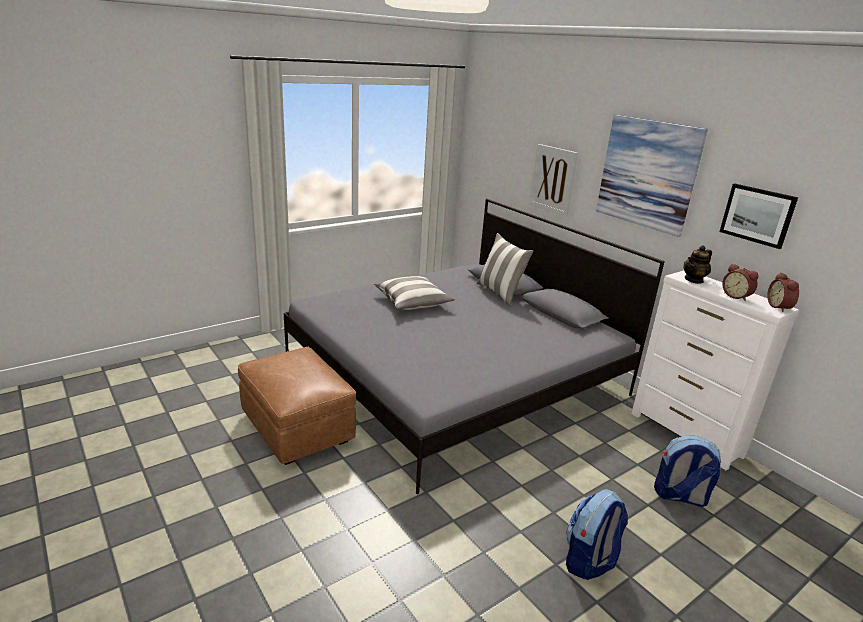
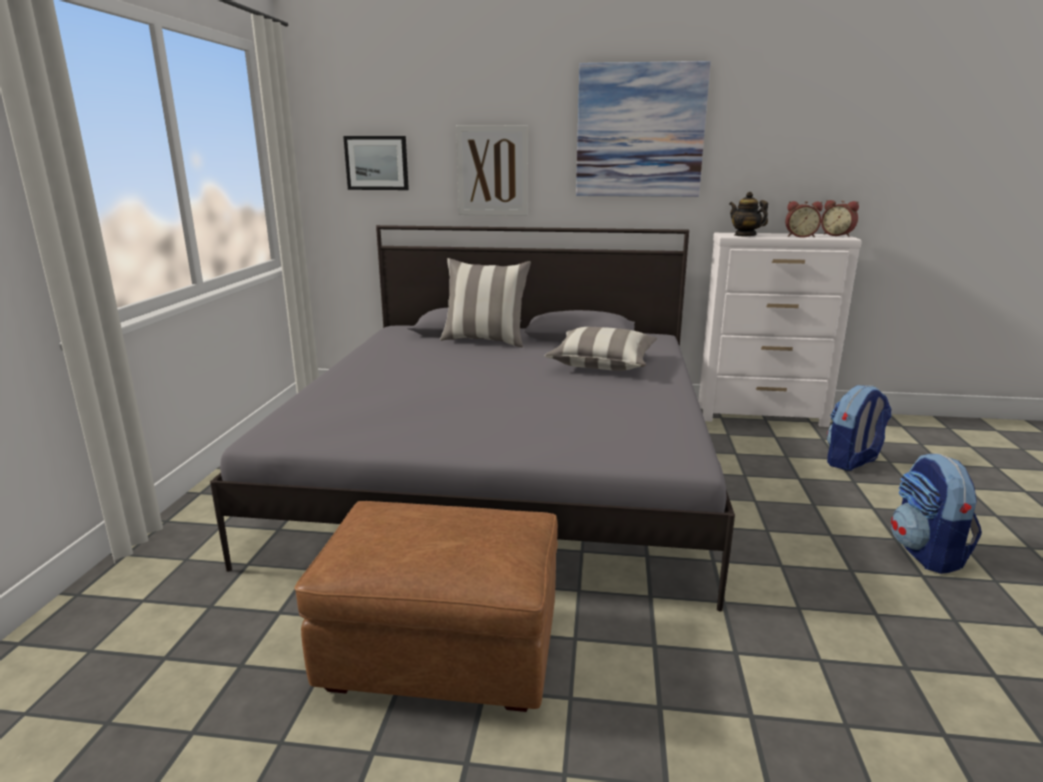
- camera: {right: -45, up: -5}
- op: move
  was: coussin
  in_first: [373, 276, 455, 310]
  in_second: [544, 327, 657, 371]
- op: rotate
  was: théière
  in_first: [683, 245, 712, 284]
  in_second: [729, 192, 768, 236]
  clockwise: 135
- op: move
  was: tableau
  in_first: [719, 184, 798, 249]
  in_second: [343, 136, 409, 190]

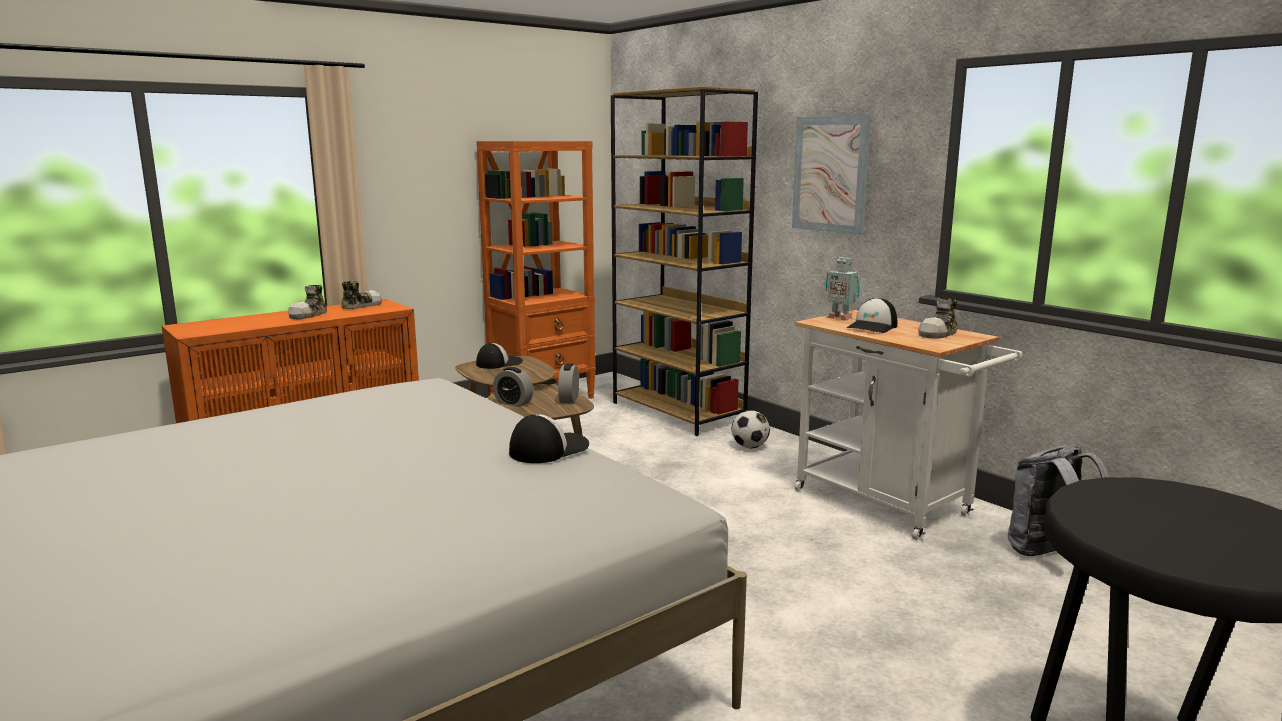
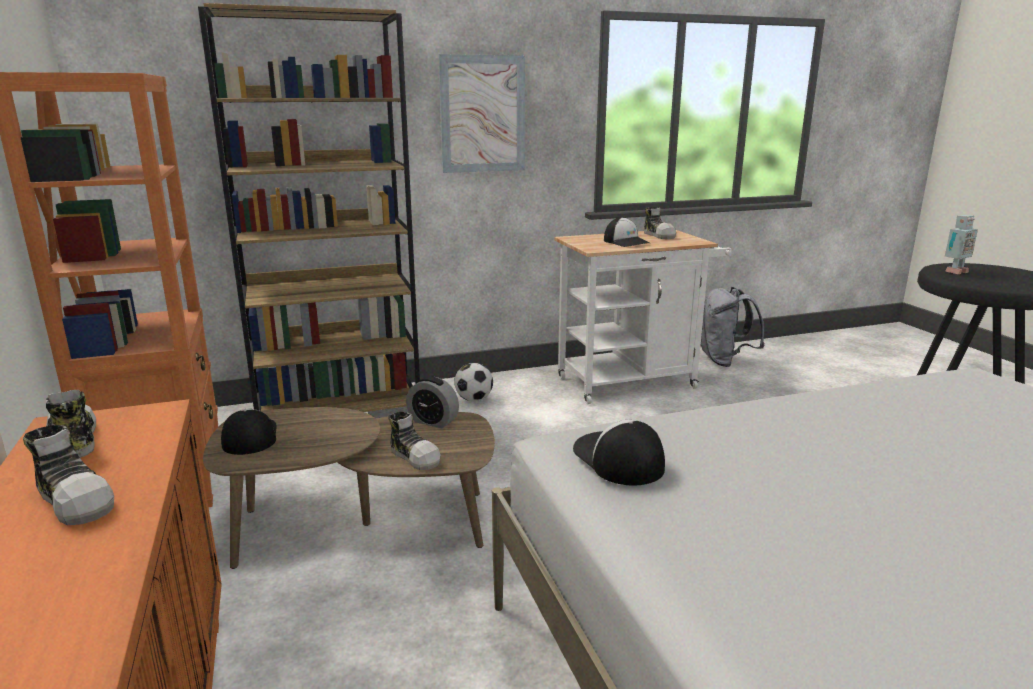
- camera: {right: -70, up: 5}
- op: replace
  was: réveil
  now: chaussure
  in_first: [493, 367, 533, 407]
  in_second: [388, 412, 441, 470]
- op: move
  was: casquette
  in_first: [509, 414, 589, 463]
  in_second: [573, 420, 665, 485]
- op: move
  was: robot jouet
  in_first: [826, 257, 860, 321]
  in_second: [945, 215, 978, 274]

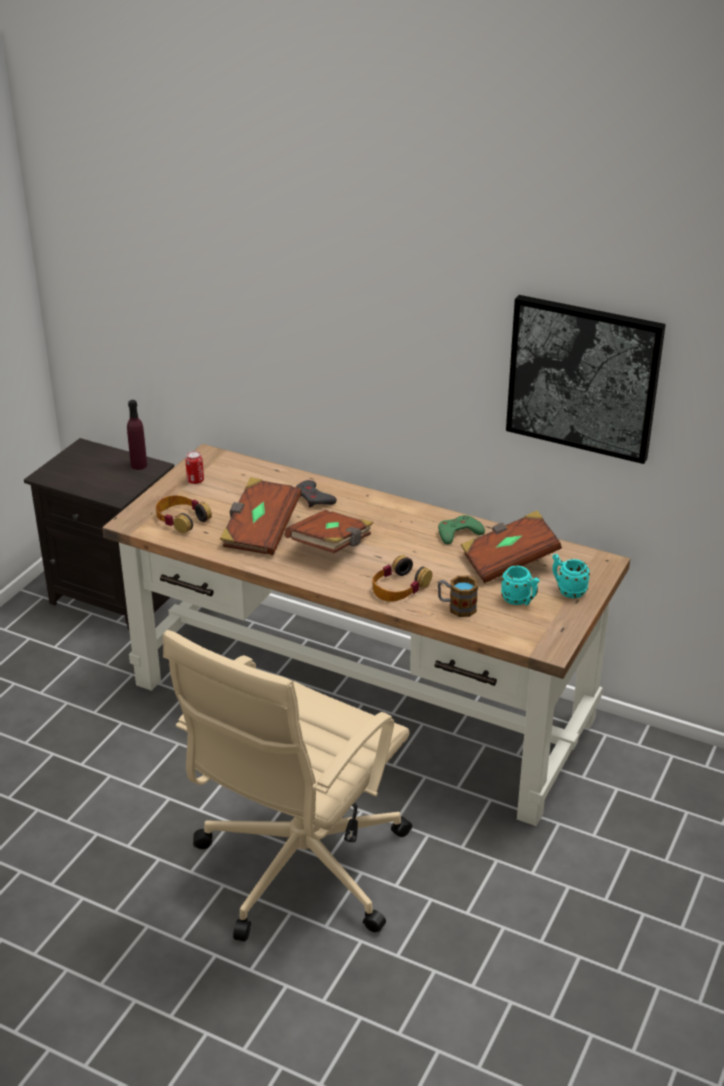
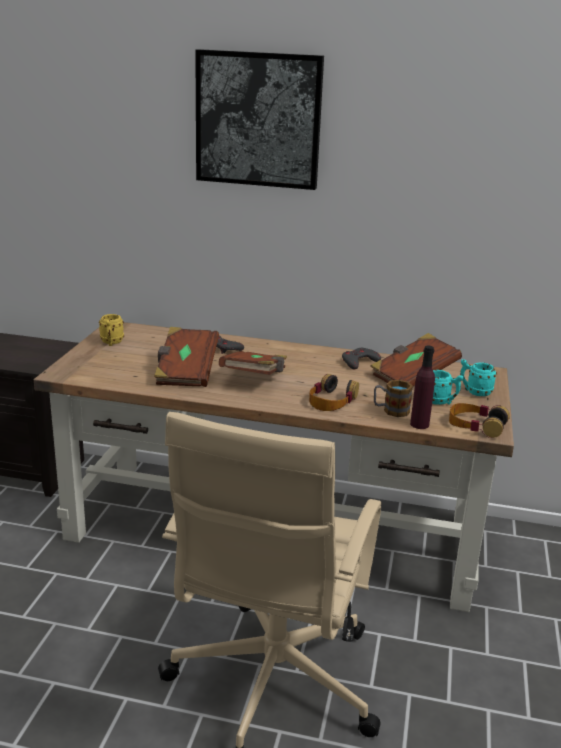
- camera: {right: -15, up: -10}
- op: move
  was: bouteille [violet]
  in_first: [127, 400, 147, 470]
  in_second: [410, 346, 435, 429]
- op: move
  was: casque audio
  in_first: [156, 495, 212, 533]
  in_second: [449, 403, 510, 438]
- op: replace
  was: boîte métallique
  now: mug [jaune]
  in_first: [185, 451, 204, 484]
  in_second: [99, 314, 124, 346]
- op: recolor
  was: manette [vert]
  now: manette [gris]
  in_first: [438, 515, 485, 545]
  in_second: [342, 348, 381, 370]
- op: move
  was: tableau
  in_first: [506, 295, 666, 464]
  in_second: [195, 49, 324, 190]

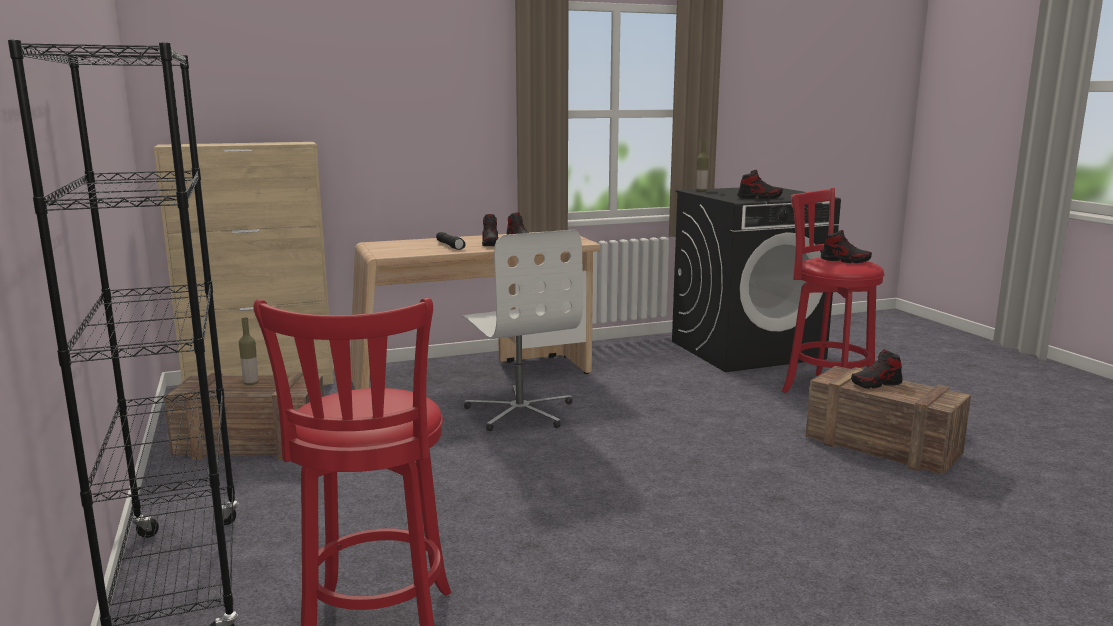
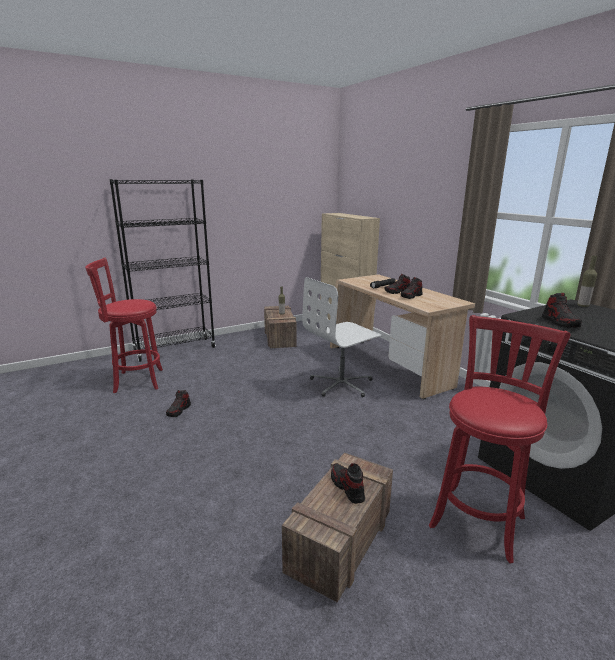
- camera: {right: 80, up: 5}
- op: move
  was: chaussure
  in_first: [821, 230, 872, 263]
  in_second: [166, 390, 191, 417]

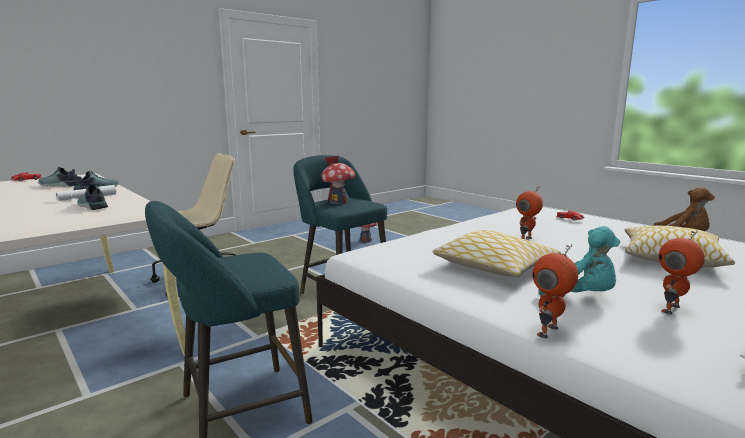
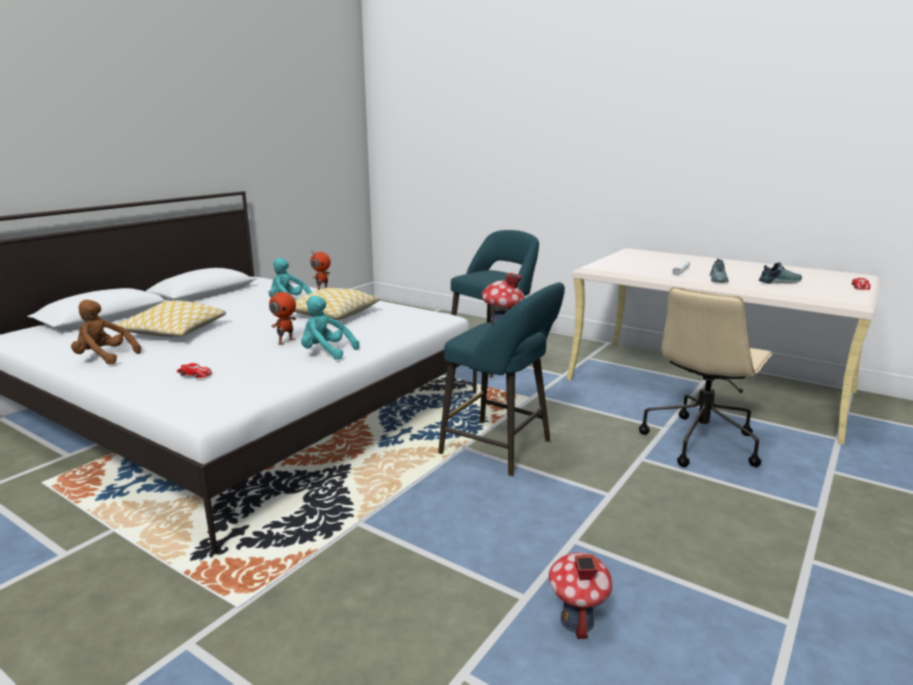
- camera: {right: 165, up: 5}
- op: delete
  was: chaussure
  in_first: [77, 183, 108, 210]
- op: delete
  was: robot jouet
  in_first: [659, 230, 705, 314]
- op: insert
  now: peluche [turquoise]
  in_second: [301, 296, 359, 360]

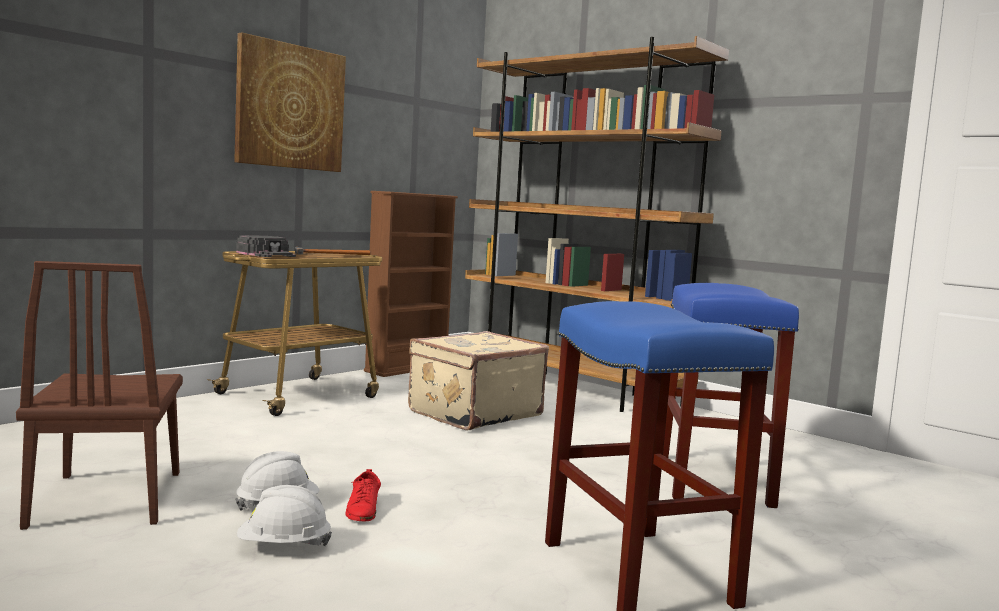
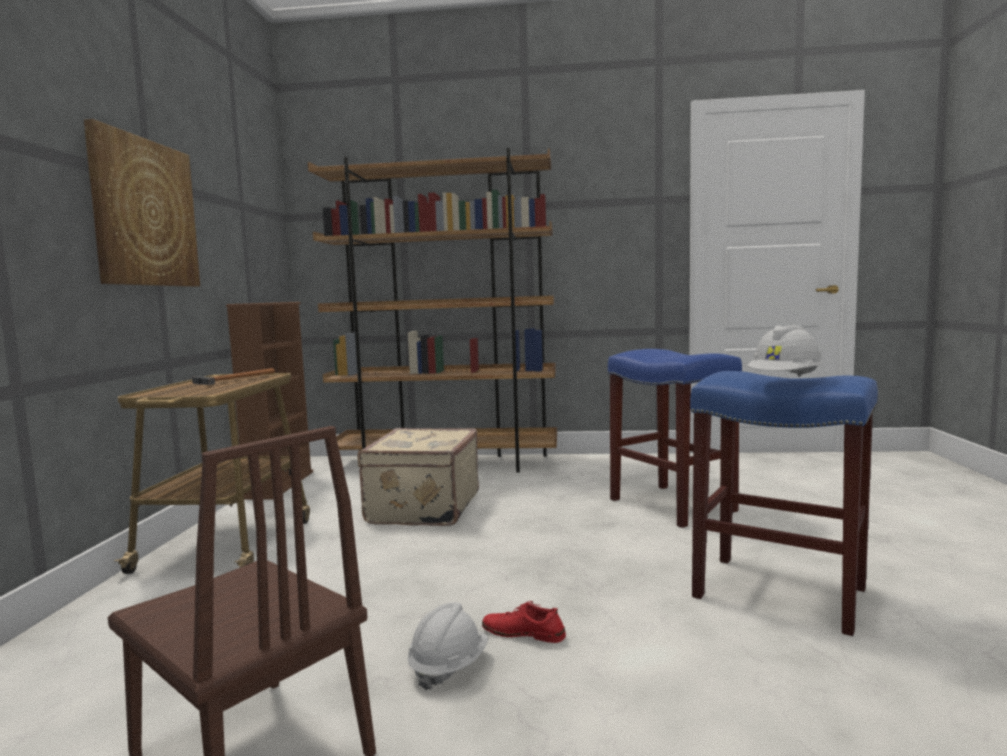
- camera: {right: -35, up: 0}
- op: delete
  was: casquette [noir]
  in_first: [236, 235, 296, 257]
- op: move
  was: casque de chantier [blanc]
  in_first: [237, 485, 332, 546]
  in_second: [747, 325, 823, 377]
- op: rotate
  was: chaussure [rouge]
  in_first: [345, 469, 381, 521]
  in_second: [482, 601, 566, 643]
  clockwise: 150

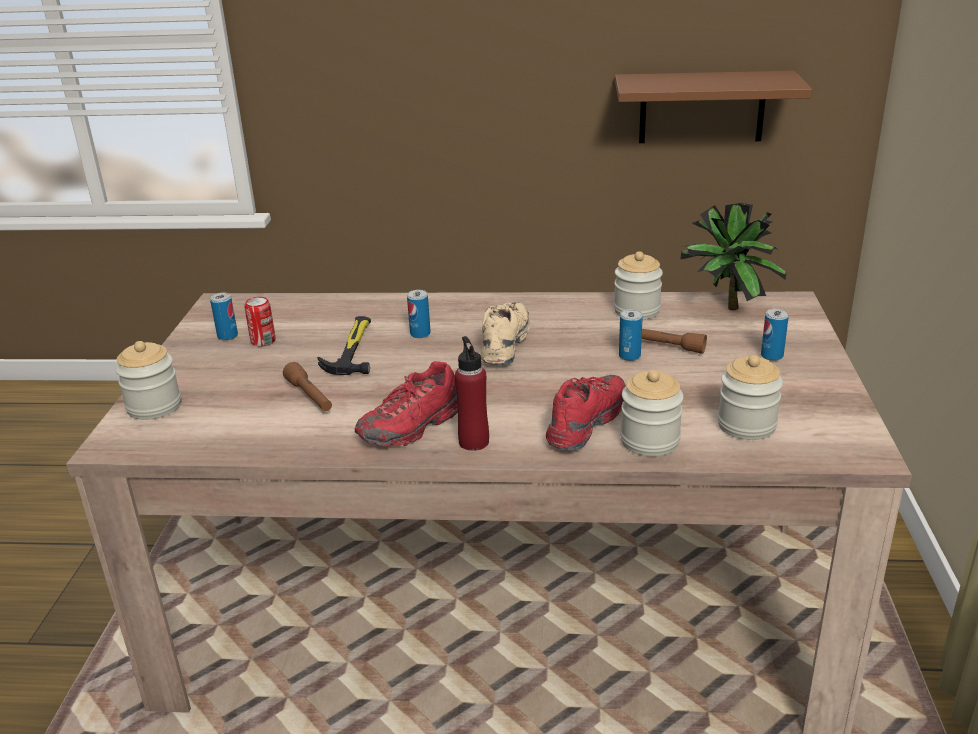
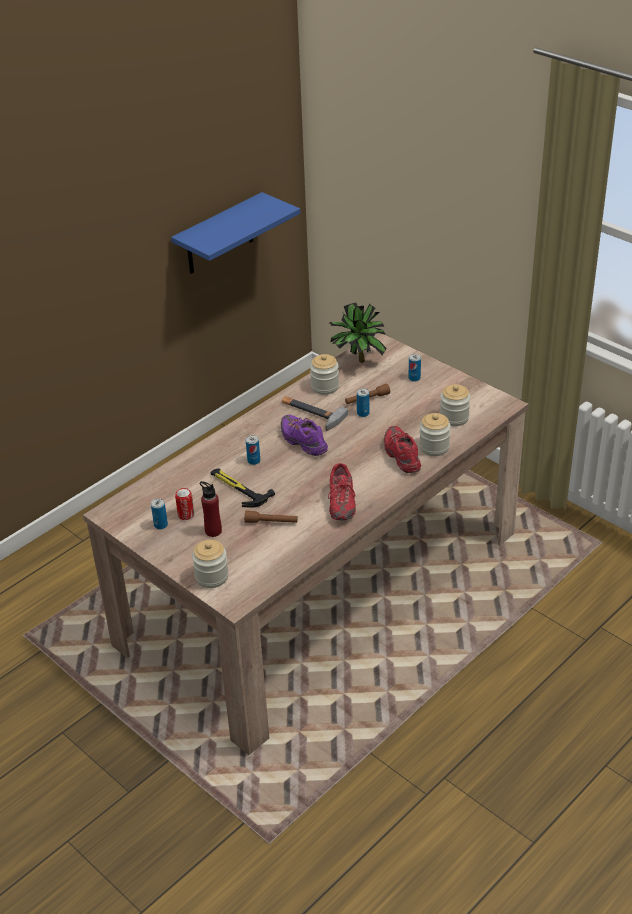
- camera: {right: -50, up: 10}
- op: move
  was: bouteille [rouge]
  in_first: [455, 336, 489, 451]
  in_second: [200, 481, 222, 537]
- op: recolor
  was: chaussure [beige]
  now: chaussure [violet]
  in_first: [480, 302, 530, 365]
  in_second: [281, 415, 328, 456]
- op: recolor
  was: étagère [marron]
  now: étagère [bleu]
  in_first: [615, 71, 812, 143]
  in_second: [171, 192, 300, 274]
- op: insert
  now: marteau
  in_second: [282, 396, 348, 431]

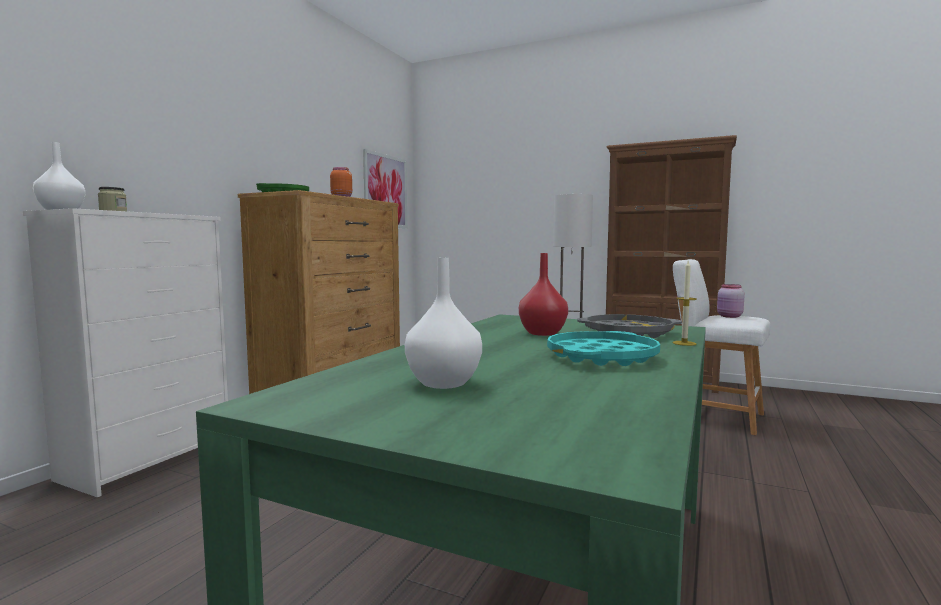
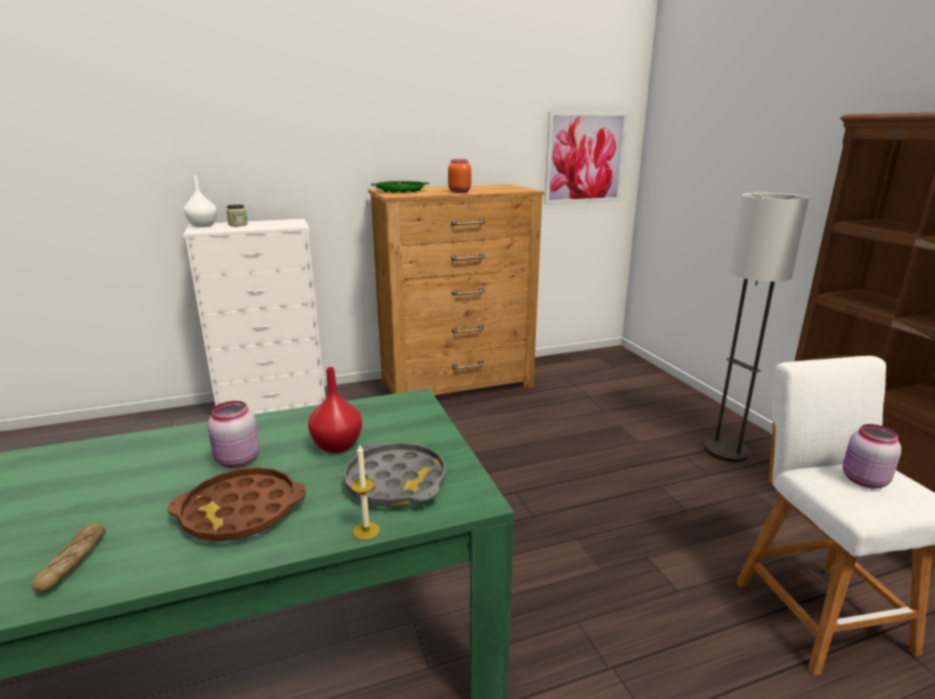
- camera: {right: 45, up: 15}
- op: delete
  was: vase [blanc]
  in_first: [405, 258, 482, 389]
- op: recolor
  was: plateau [turquoise]
  now: plateau [marron]
  in_first: [547, 331, 660, 366]
  in_second: [167, 467, 306, 541]
- op: insert
  now: pain
  in_second: [32, 524, 105, 593]
- op: insert
  now: bocal [rose]
  in_second: [208, 401, 260, 468]

